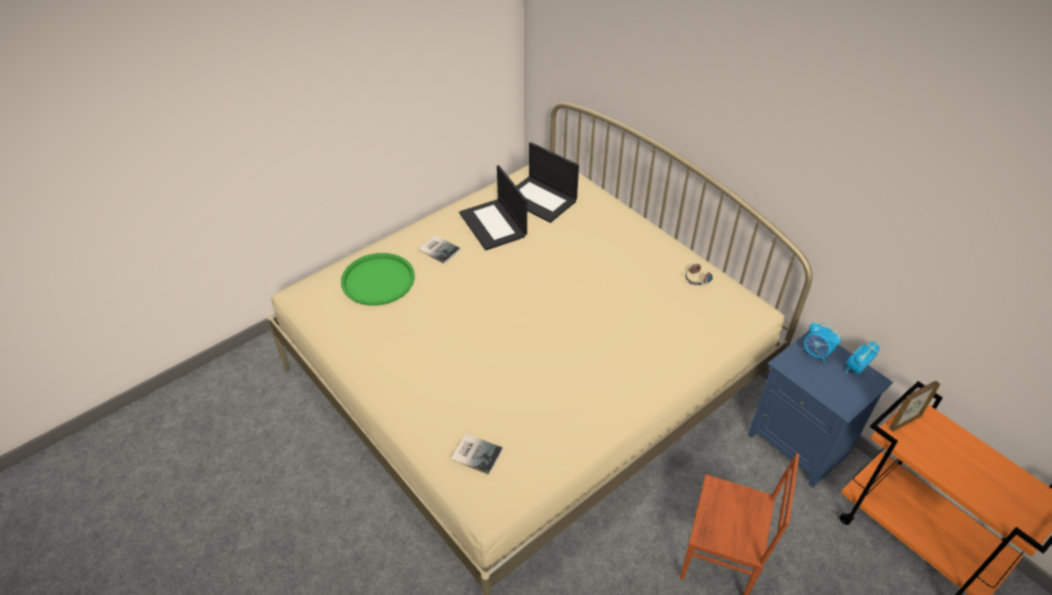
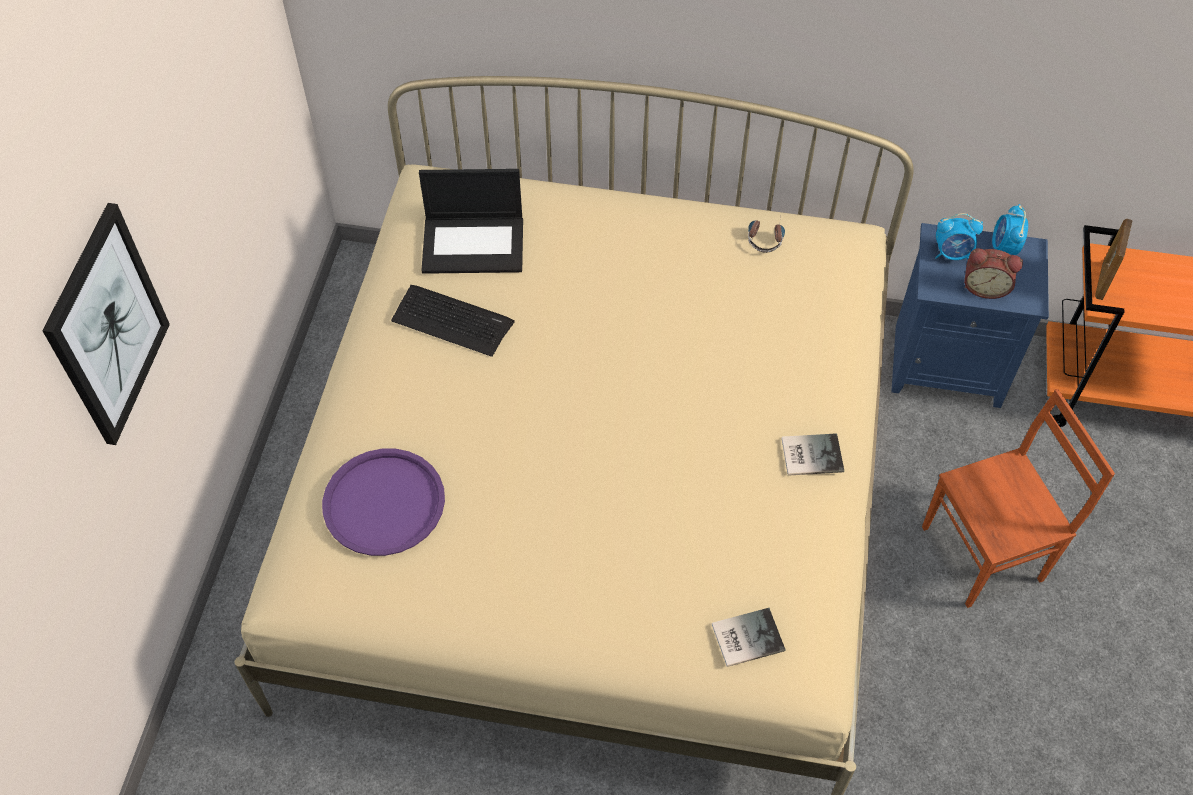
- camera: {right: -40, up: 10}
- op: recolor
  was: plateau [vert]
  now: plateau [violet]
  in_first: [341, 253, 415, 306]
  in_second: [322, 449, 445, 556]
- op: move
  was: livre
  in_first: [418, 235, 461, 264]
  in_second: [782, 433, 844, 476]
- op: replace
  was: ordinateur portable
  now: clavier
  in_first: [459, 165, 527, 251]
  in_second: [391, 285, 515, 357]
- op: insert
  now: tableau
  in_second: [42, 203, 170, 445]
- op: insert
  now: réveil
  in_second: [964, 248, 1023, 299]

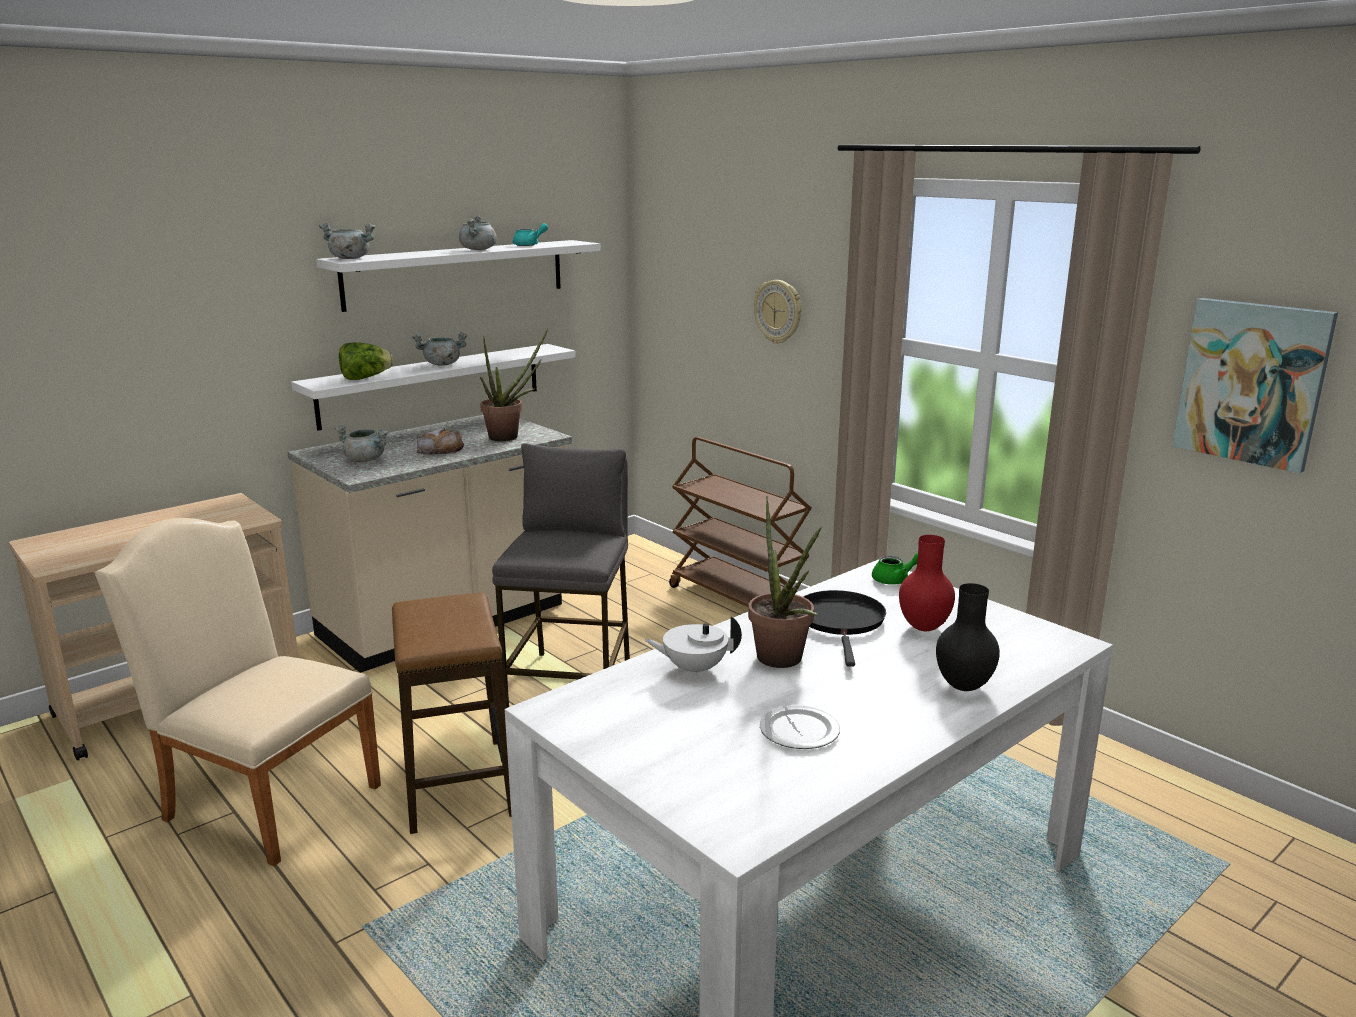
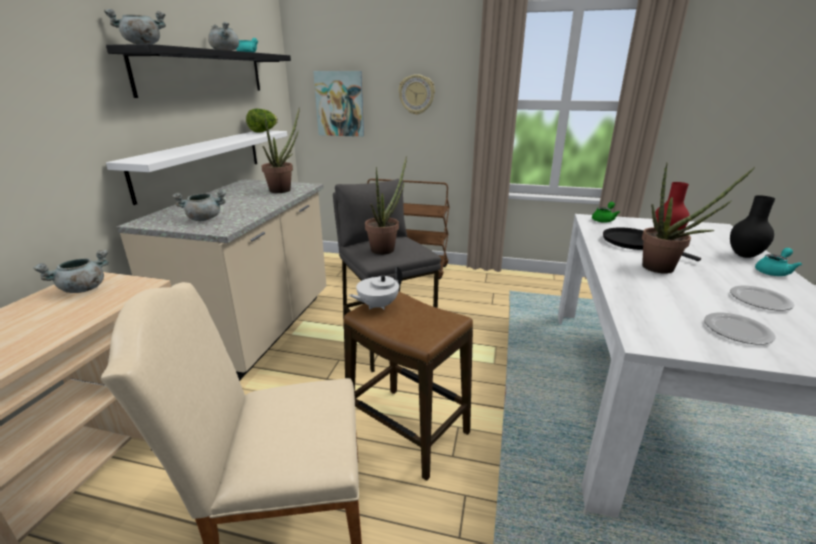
- camera: {right: -35, up: 5}
- op: recolor
  was: étagère [blanc]
  now: étagère [noir]
  in_first: [316, 240, 601, 312]
  in_second: [106, 44, 291, 98]
- op: move
  was: laitue
  in_first: [339, 342, 393, 380]
  in_second: [246, 109, 278, 133]
- op: move
  was: marmite [gris]
  in_first: [412, 332, 467, 366]
  in_second: [33, 250, 109, 293]
- op: delete
  was: pain
  in_first: [417, 428, 464, 455]
- op: move
  was: théière [blanc]
  in_first: [644, 616, 742, 677]
  in_second: [349, 266, 402, 310]
- op: move
  was: tableau
  in_first: [1172, 298, 1338, 473]
  in_second: [313, 71, 364, 137]
- op: insert
  now: plante en pot
  in_second: [365, 156, 407, 255]
- op: insert
  now: assiette
  in_second: [704, 313, 776, 344]
- op: insert
  now: théière [turquoise]
  in_second: [755, 248, 802, 276]

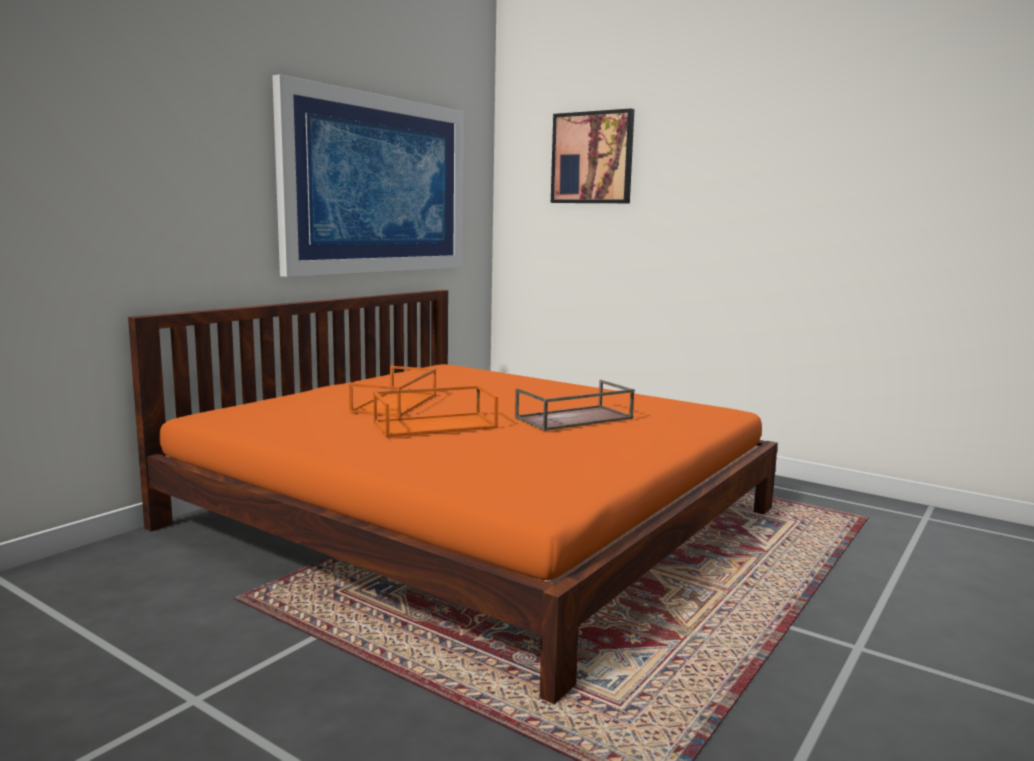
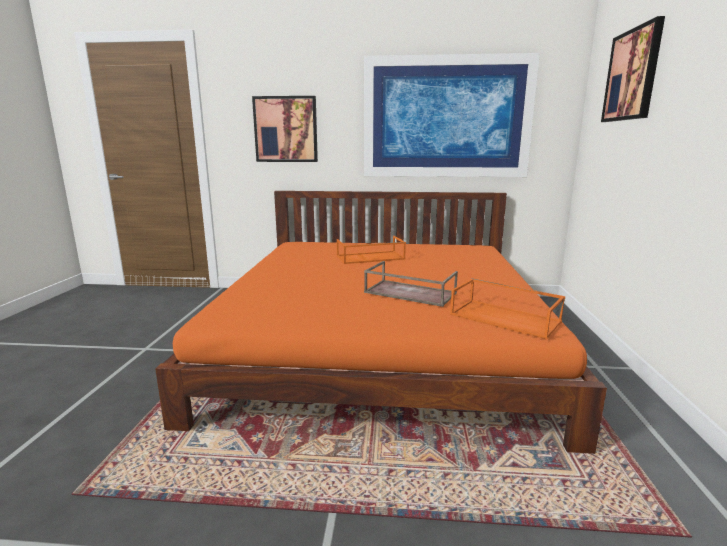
- camera: {right: 60, up: 5}
- op: move
  was: plateau [orange]
  in_first: [373, 385, 498, 437]
  in_second: [450, 278, 565, 339]
- op: insert
  now: tableau
  in_second: [252, 96, 318, 162]

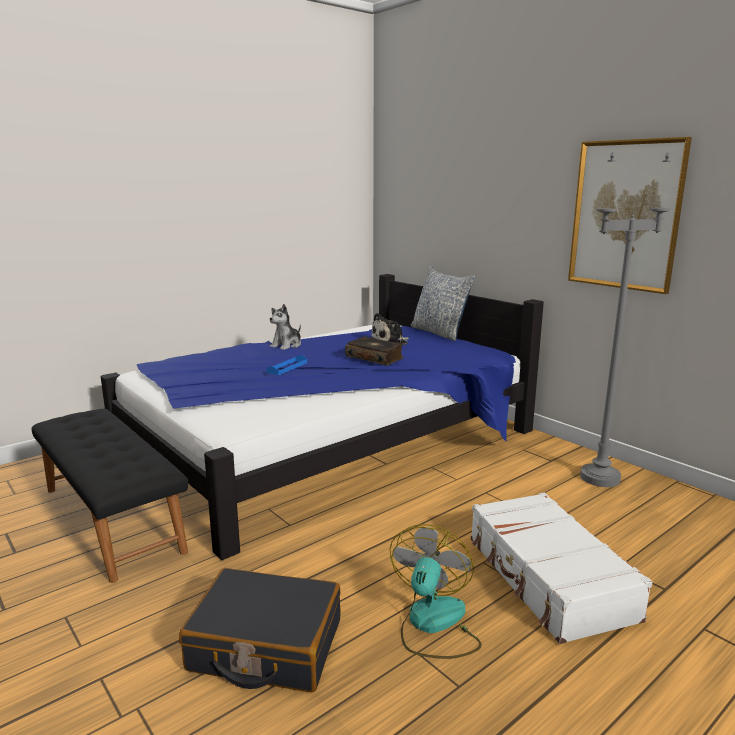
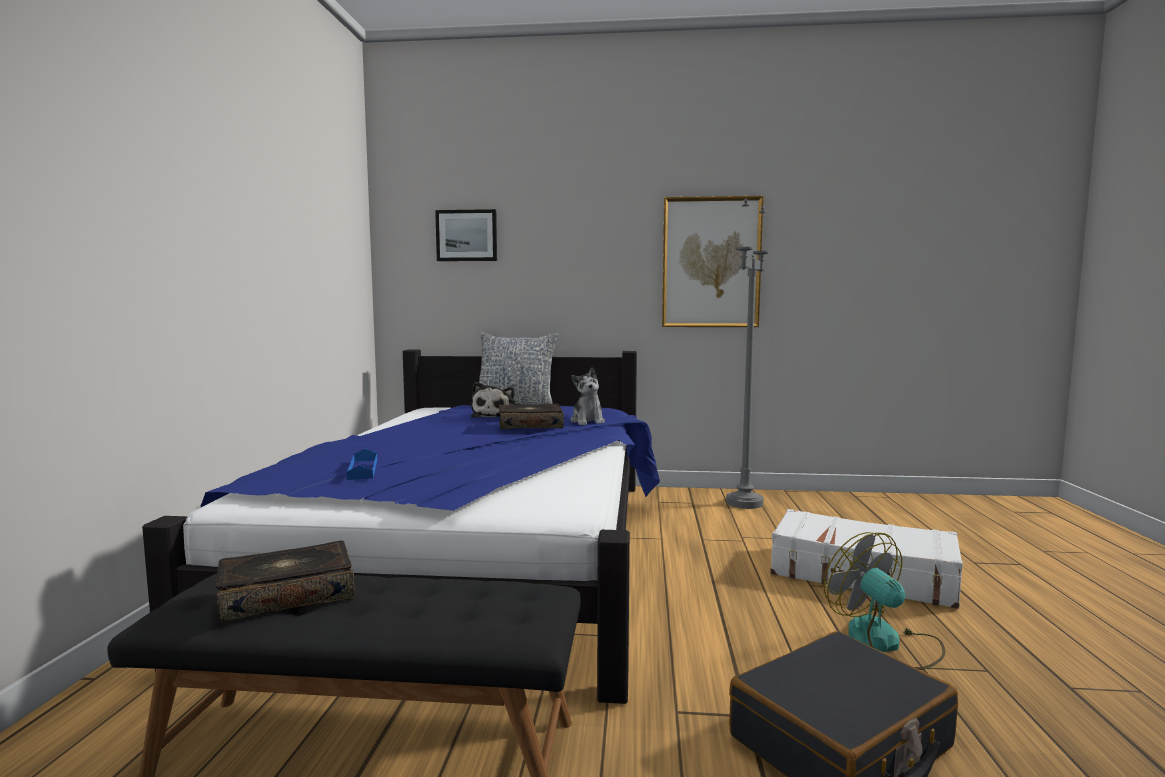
- camera: {right: -45, up: -10}
- op: move
  was: plateau [bleu]
  in_first: [266, 355, 307, 375]
  in_second: [347, 449, 377, 480]
- op: move
  was: peluche
  in_first: [269, 304, 301, 350]
  in_second: [571, 367, 605, 425]
- op: insert
  now: livre
  in_second: [215, 540, 355, 622]
- op: insert
  now: tableau
  in_second: [435, 209, 497, 261]

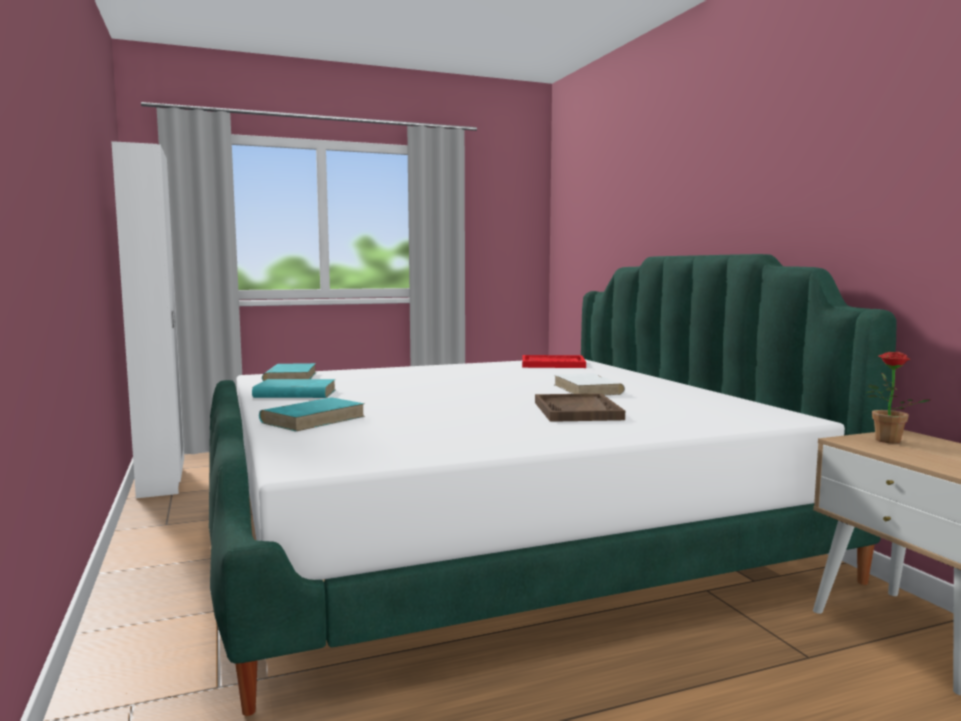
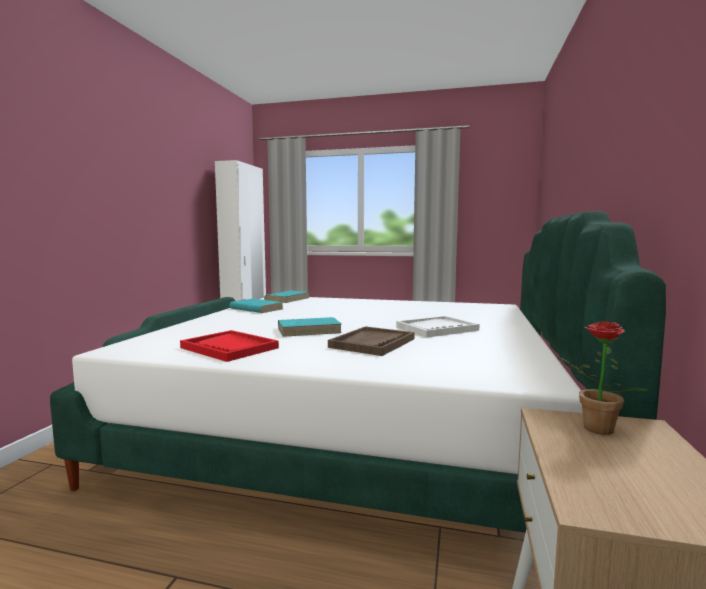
- camera: {right: 35, up: 0}
- op: move
  was: livre [turquoise]
  in_first: [259, 397, 365, 431]
  in_second: [278, 317, 342, 337]
- op: move
  was: plateau [rouge]
  in_first: [522, 355, 586, 368]
  in_second: [180, 330, 279, 362]
- op: replace
  was: livre [blanc]
  now: plateau [blanc]
  in_first: [555, 373, 625, 396]
  in_second: [396, 316, 479, 338]

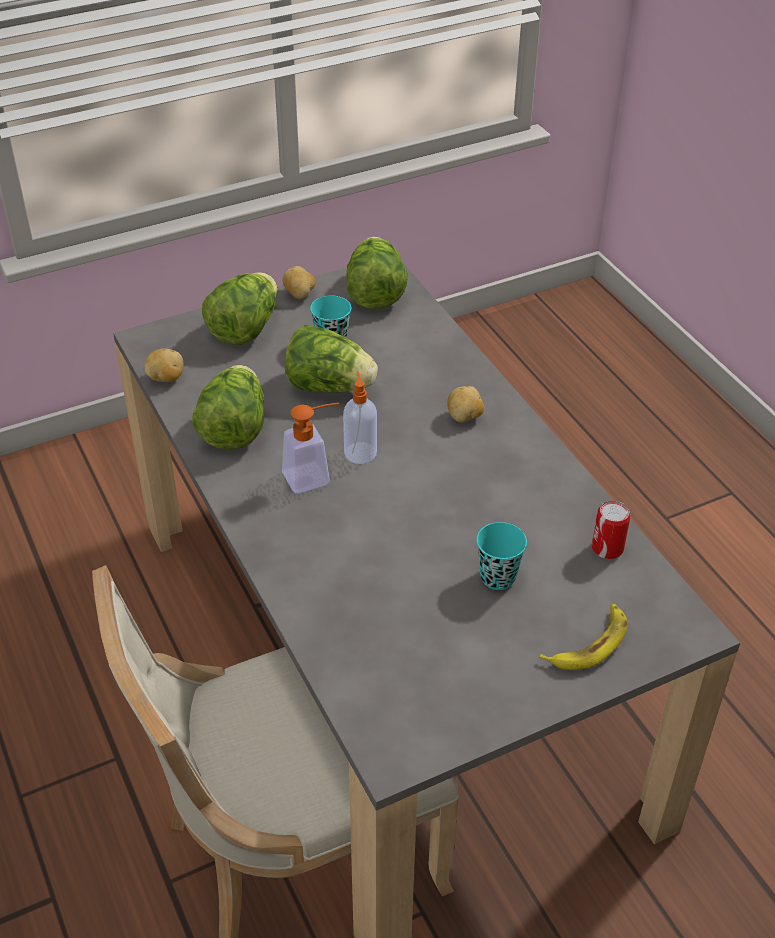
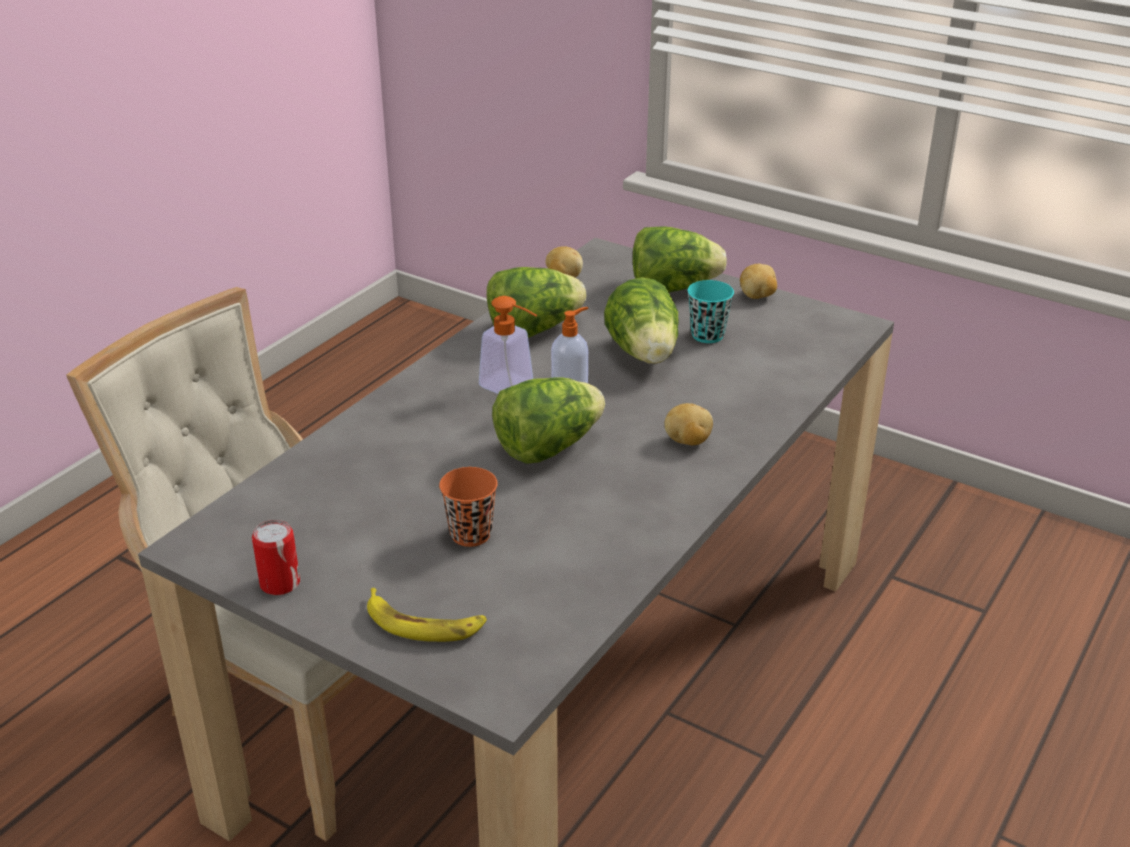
- camera: {right: 60, up: -10}
- op: move
  was: laitue
  in_first: [347, 237, 408, 309]
  in_second: [492, 377, 605, 464]
- op: recolor
  was: tasse [turquoise]
  now: tasse [orange]
  in_first: [477, 522, 527, 590]
  in_second: [439, 467, 498, 547]
- op: move
  was: boîte métallique
  in_first: [592, 501, 631, 559]
  in_second: [252, 520, 300, 595]

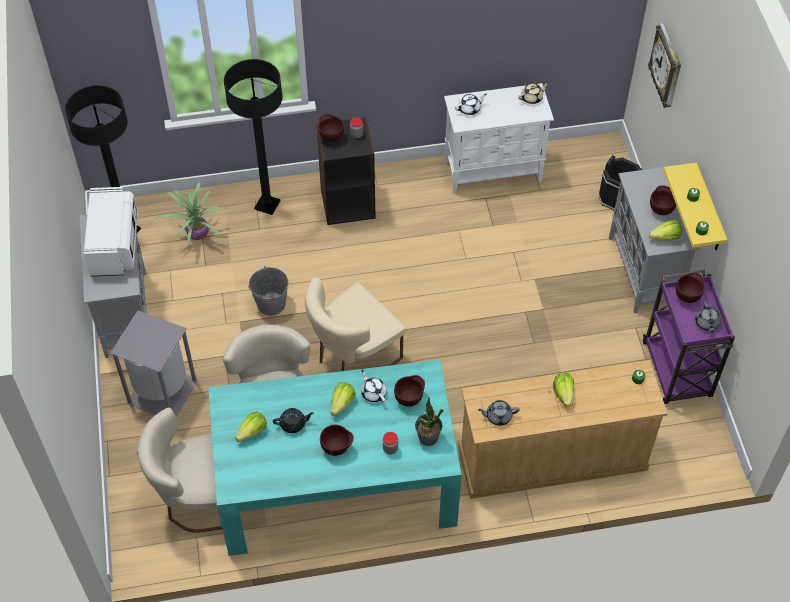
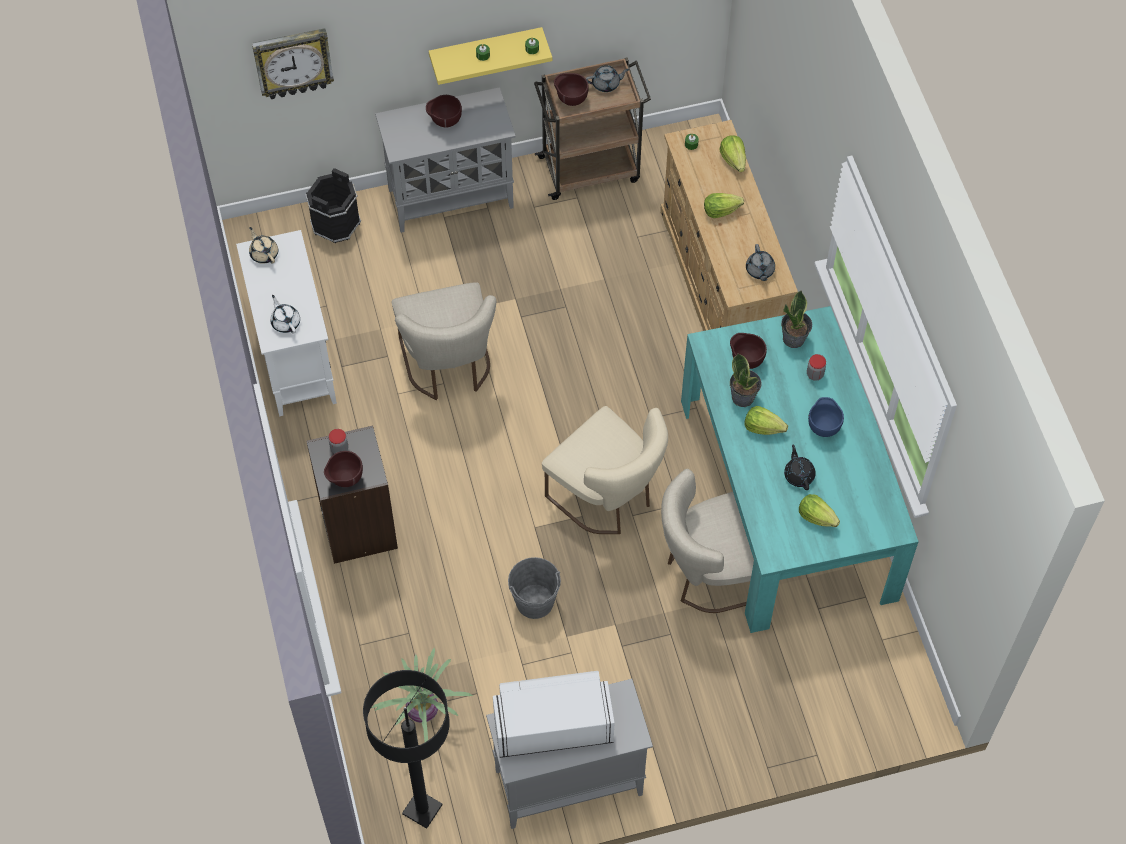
- camera: {right: -95, up: 5}
- op: delete
  was: poubelle [gris]
  in_first: [110, 311, 199, 417]
- op: move
  was: chaise [beige]
  in_first: [137, 407, 241, 533]
  in_second: [392, 282, 496, 400]
- op: delete
  was: lampadaire [noir]
  in_first: [224, 59, 282, 215]
- op: recolor
  was: bol [marron]
  now: bol [bleu]
  in_first: [320, 425, 354, 456]
  in_second: [808, 397, 844, 437]
- op: replace
  was: théière [blanc]
  now: plante en pot
  in_first: [361, 370, 387, 403]
  in_second: [730, 353, 762, 407]
- op: recolor
  was: chariot [violet]
  now: chariot [marron]
  in_first: [643, 270, 735, 404]
  in_second: [534, 57, 651, 200]
- op: move
  was: laitue
  in_first: [649, 220, 682, 241]
  in_second: [719, 135, 746, 172]

